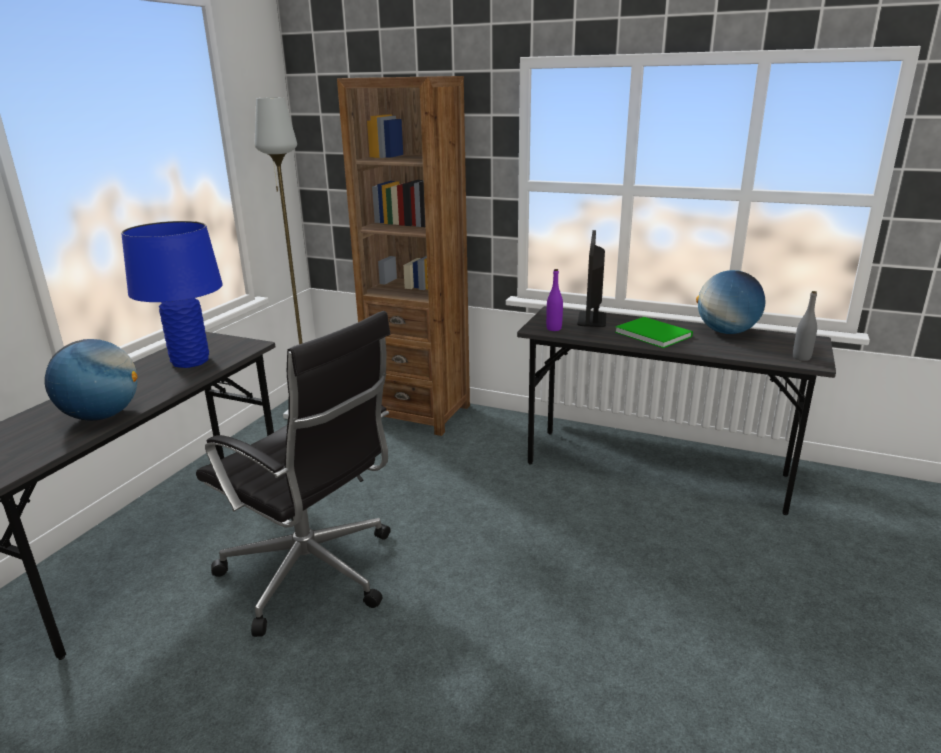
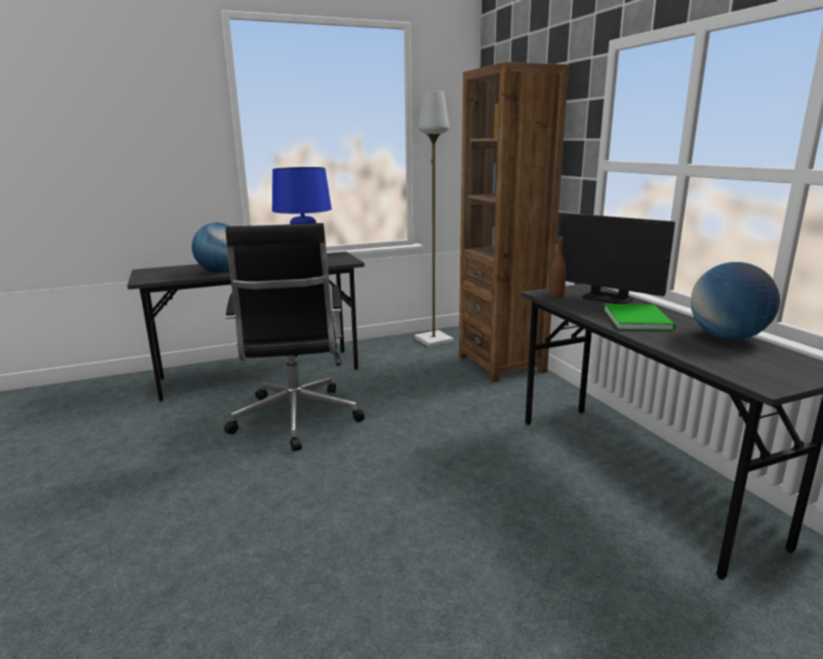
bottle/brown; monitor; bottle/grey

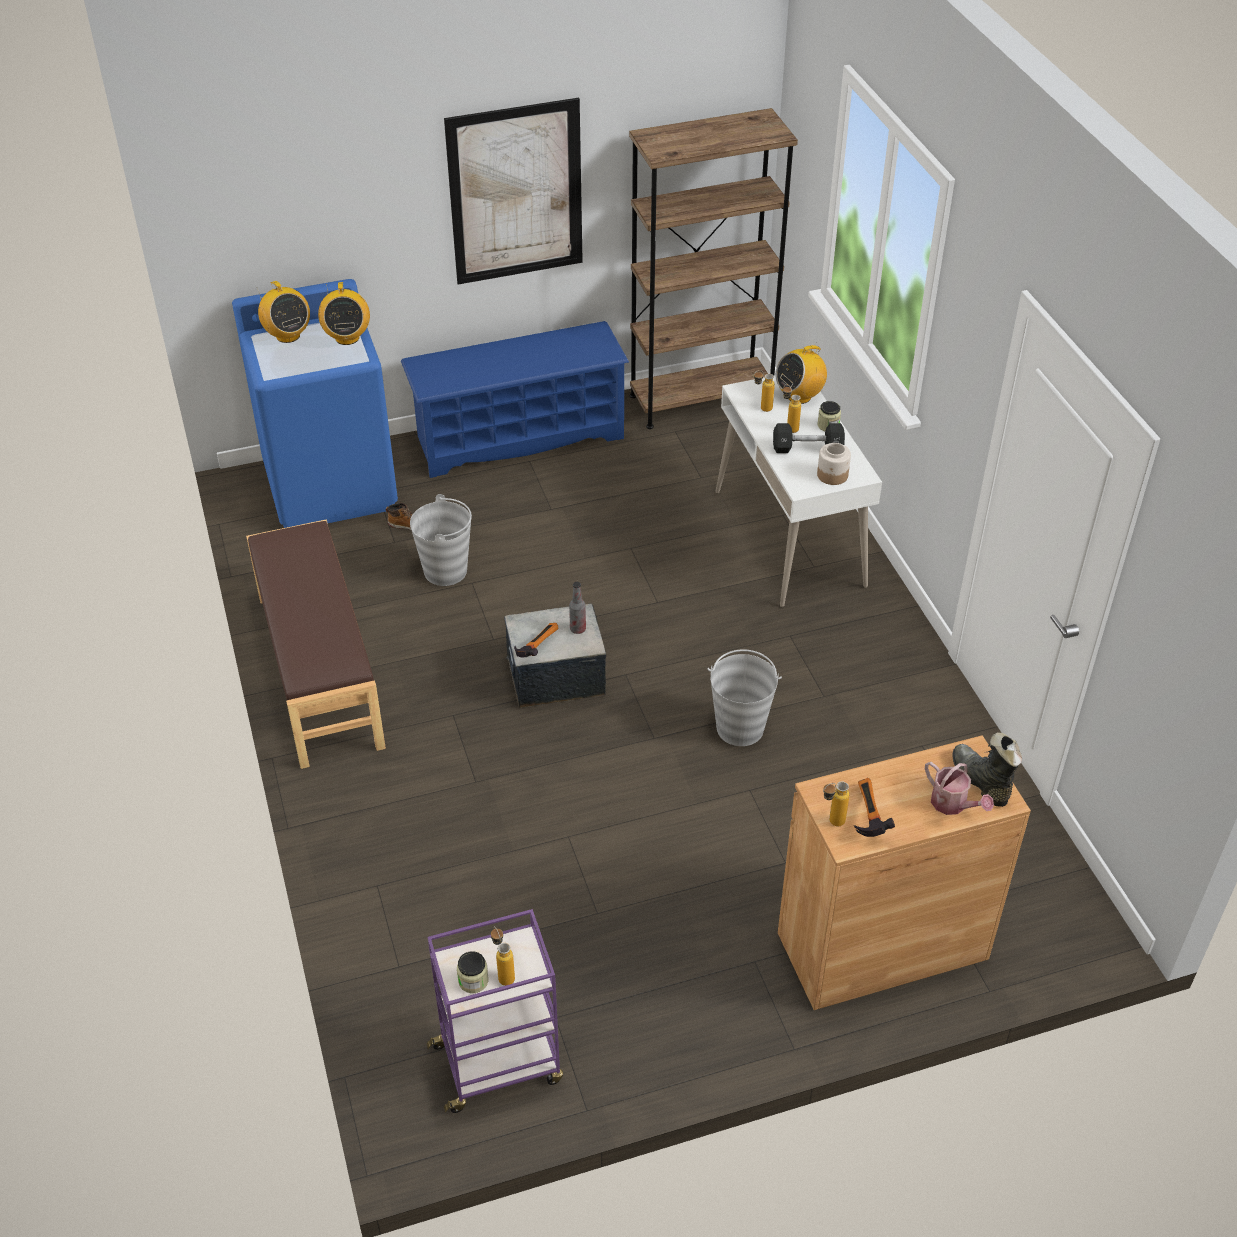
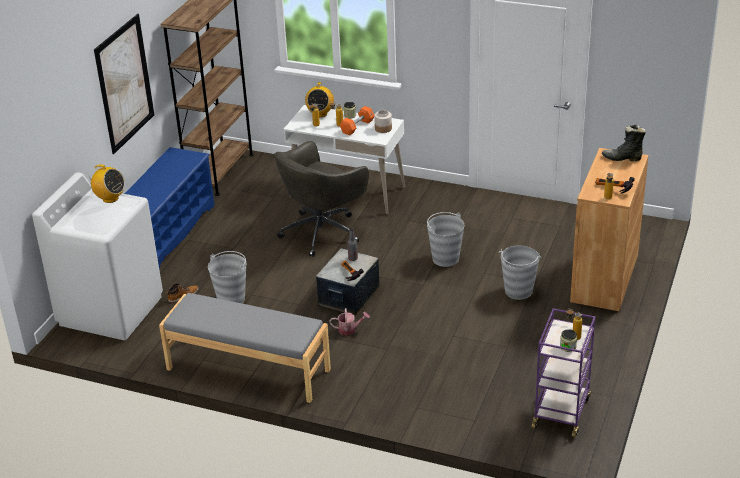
washing machine/white; bench/grey; office chair/grey; watering can; dumbbell/orange; bucket/grey (no. 3 from left); radio (no. 1 from left in the first image)

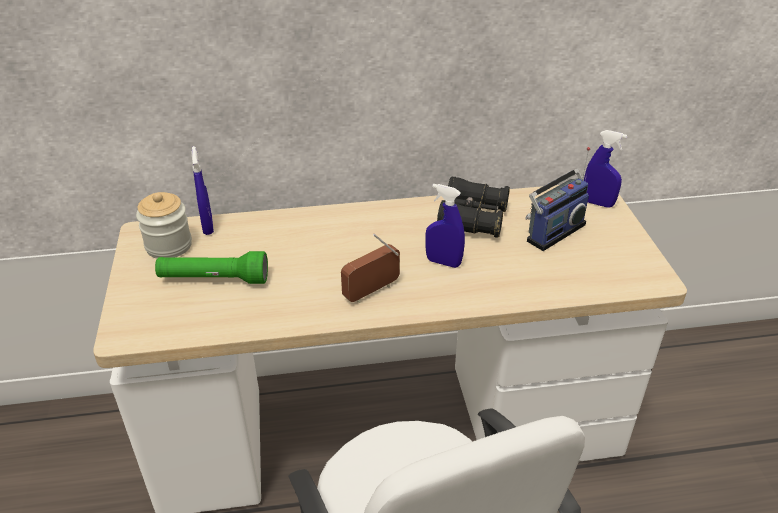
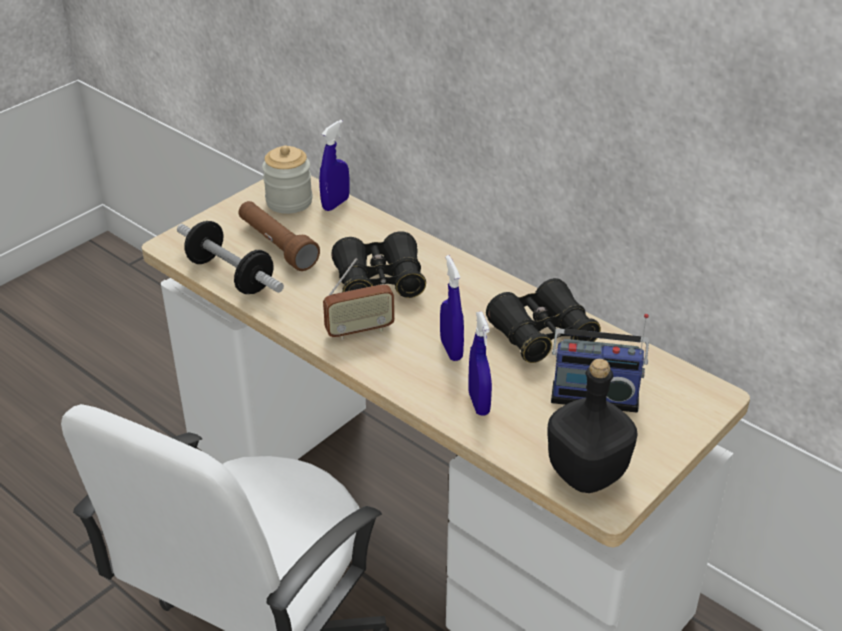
dumbbell; flashlight/brown; radio (no. 1 from left); binoculars/black (no. 1 from left); spray bottle/blue (no. 3 from left); bottle/black

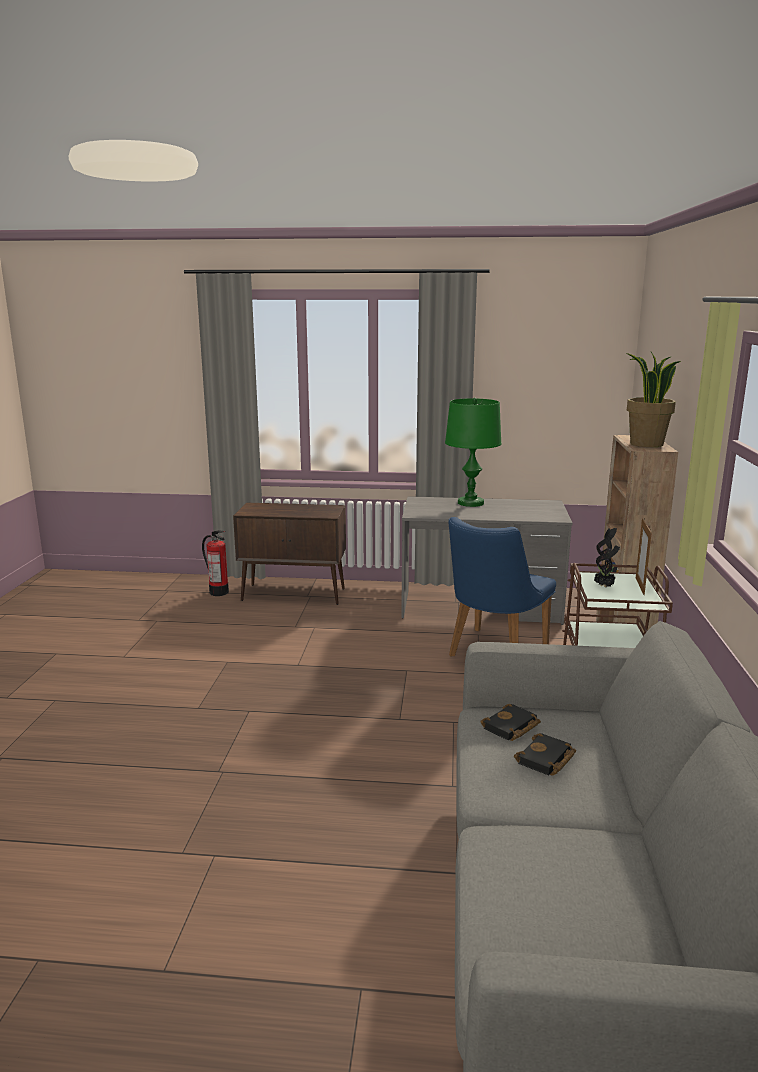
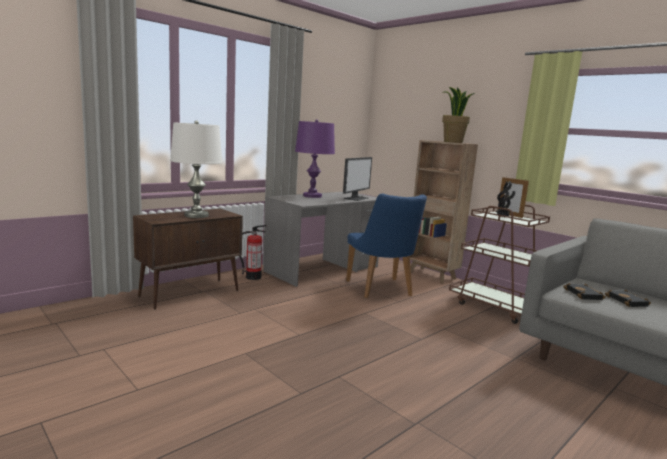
table lamp/white; fire extinguisher; table lamp/purple; monitor

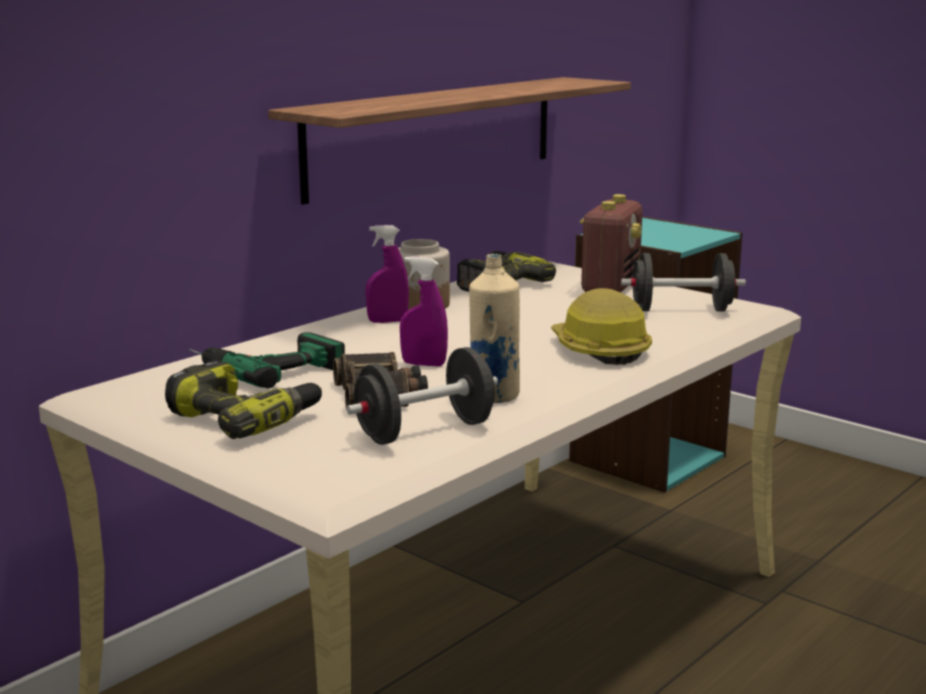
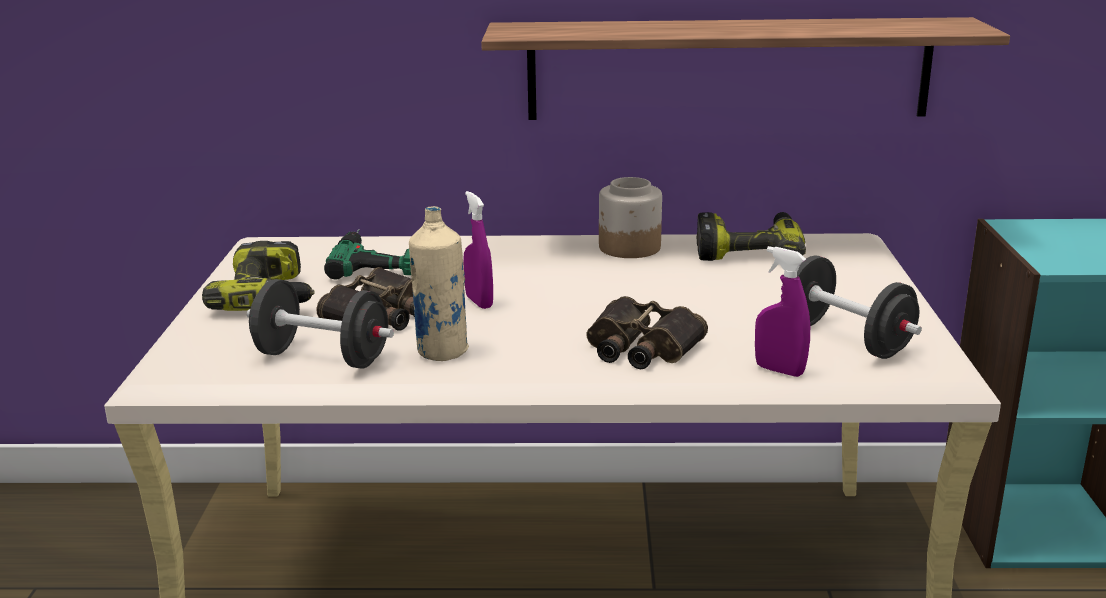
binoculars (no. 2 from left); spray bottle/purple (no. 2 from left); radio

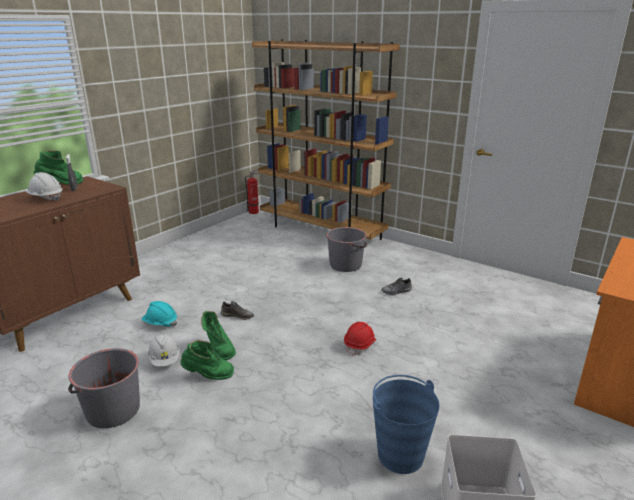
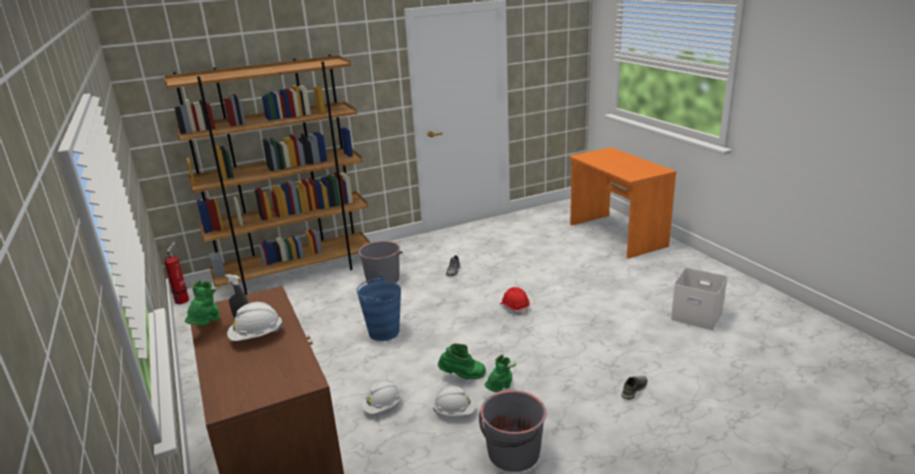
bucket/blue; hard hat/white (no. 2 from left); shoe/grey (no. 2 from left)

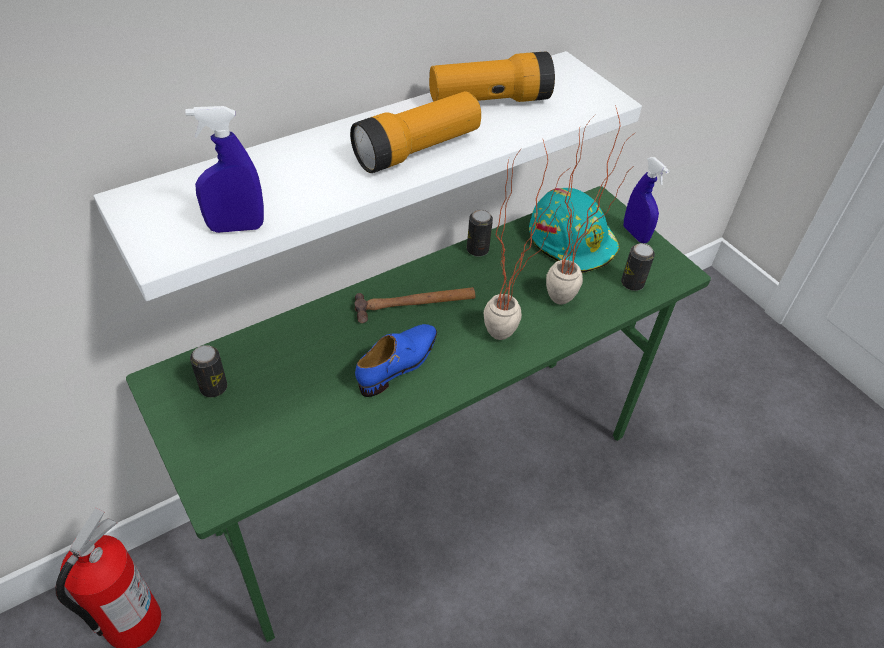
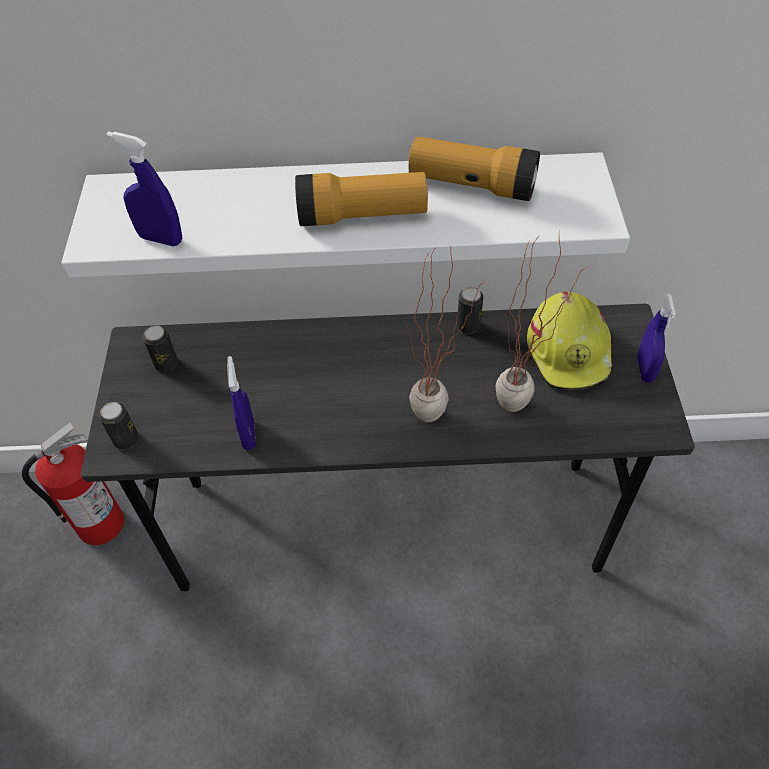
desk/grey; can (no. 1 from left); spray bottle/blue (no. 2 from left); hard hat/yellow; hammer; shoe/blue

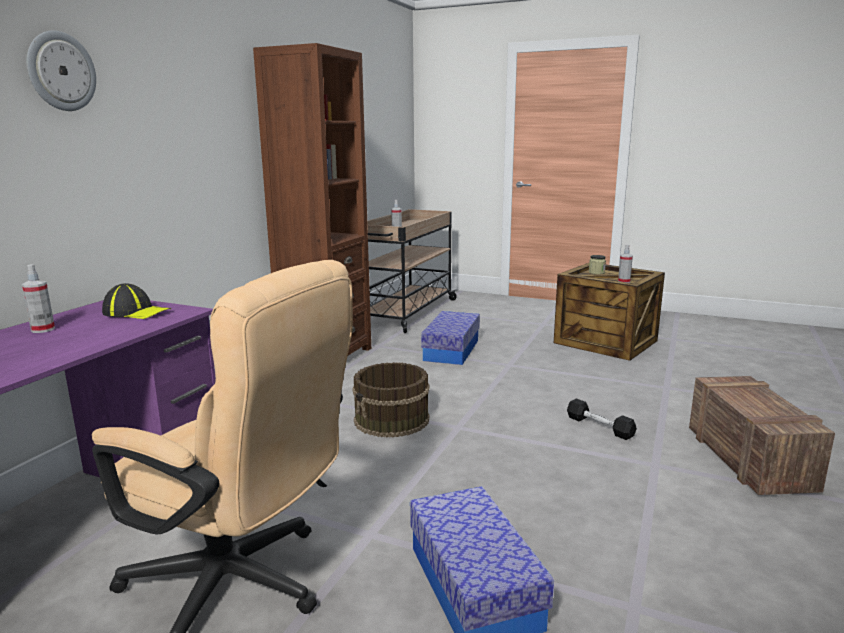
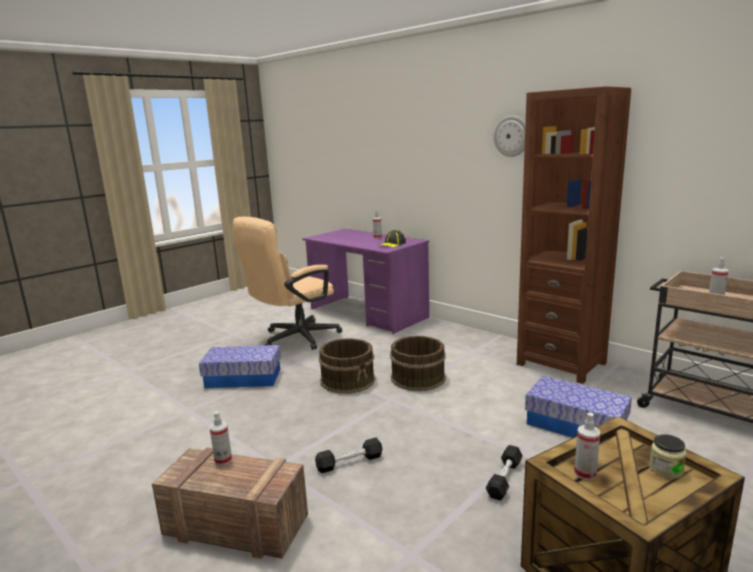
spray bottle (no. 1 from left); bucket/brown (no. 1 from left); dumbbell/black (no. 2 from left); wall clock

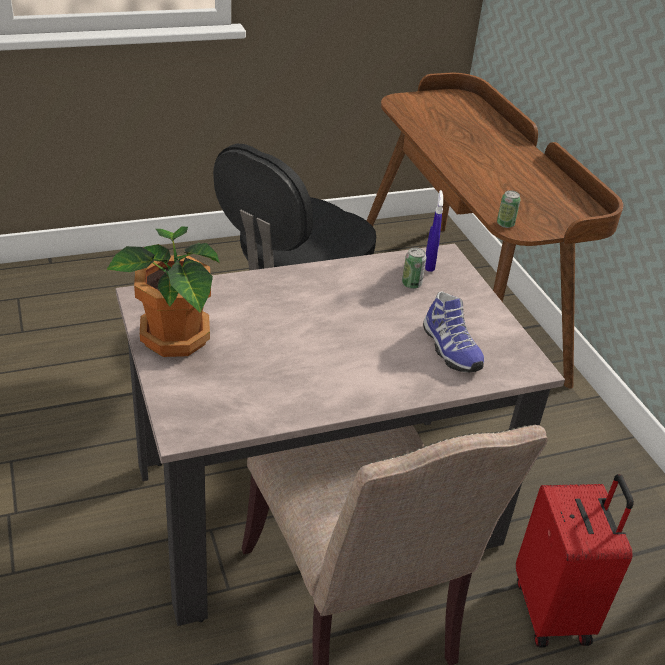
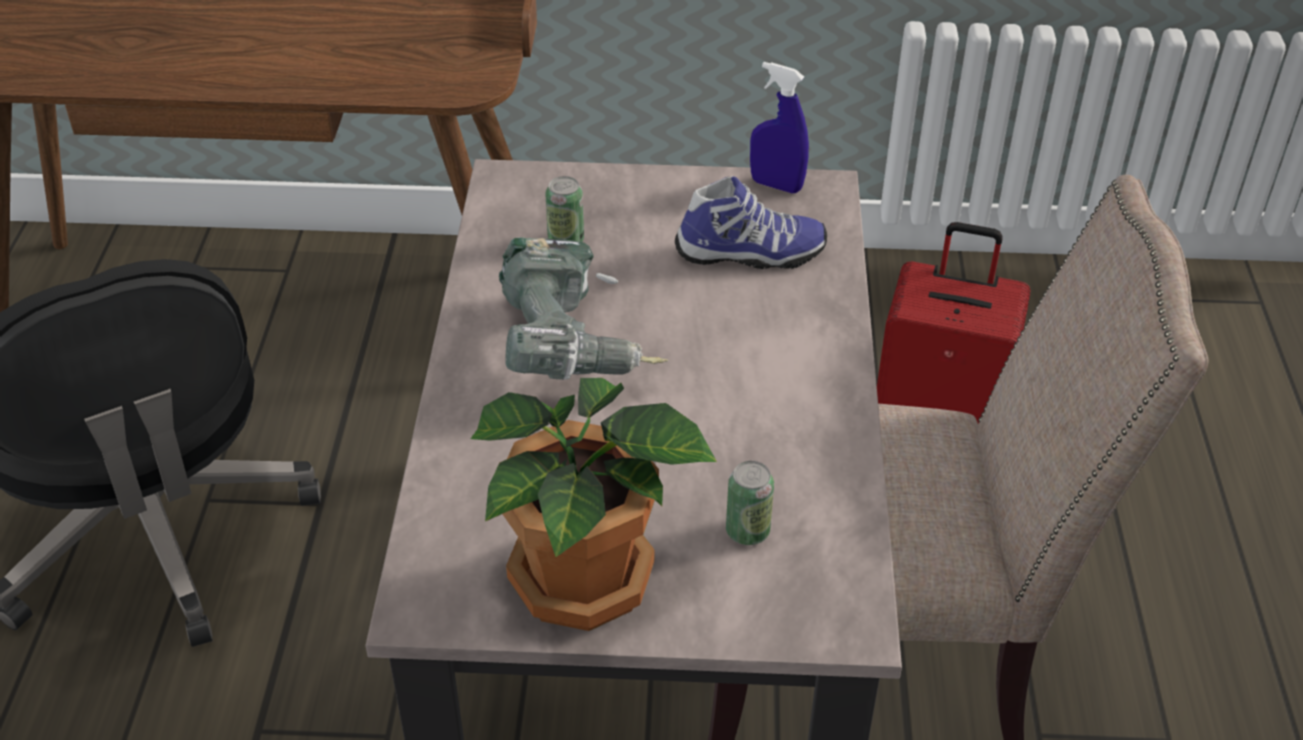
power drill; can (no. 2 from left); spray bottle/blue

